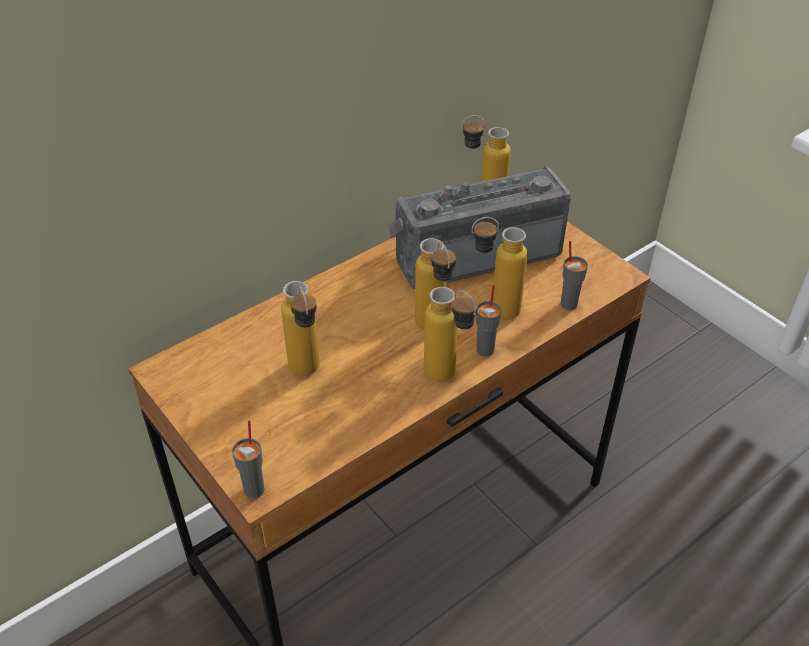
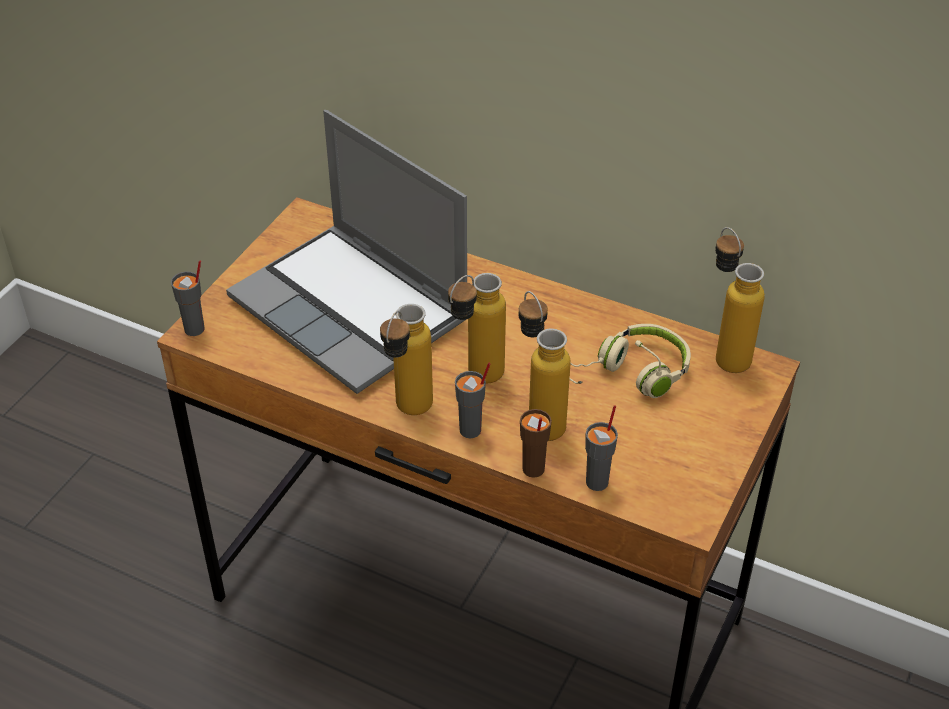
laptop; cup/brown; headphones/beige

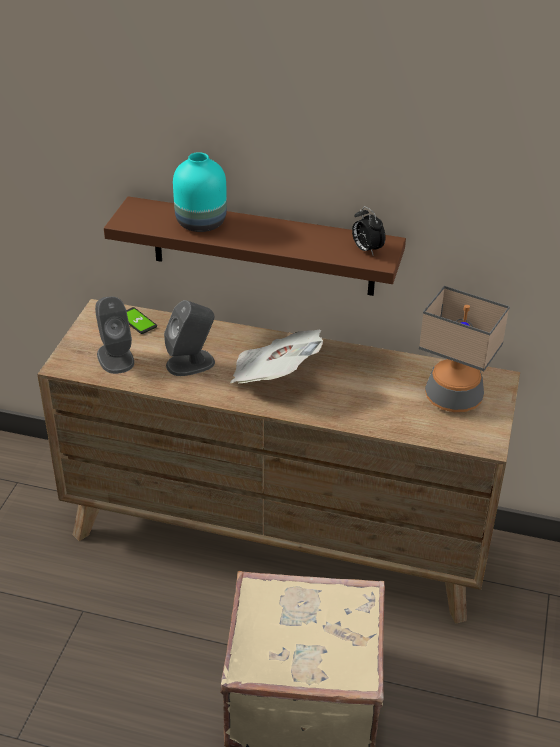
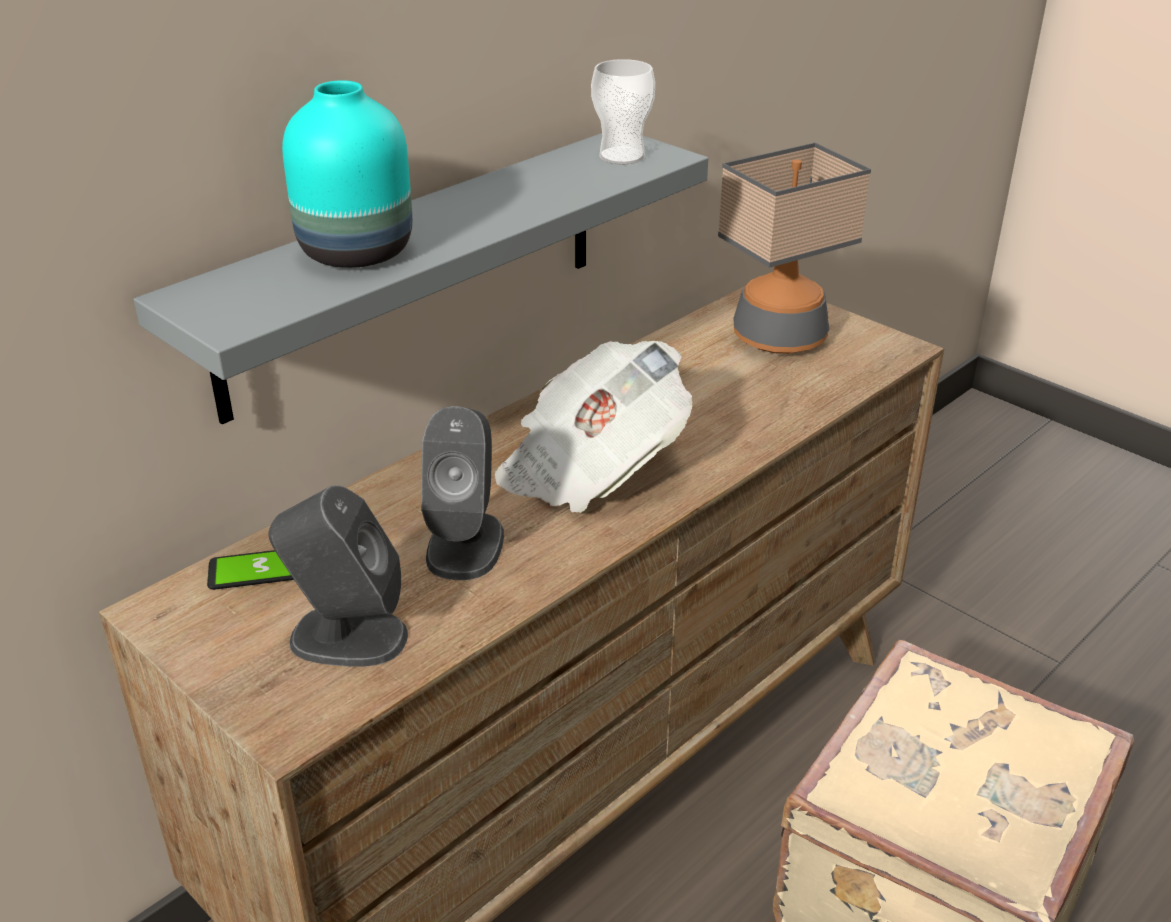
shelf/grey; cup

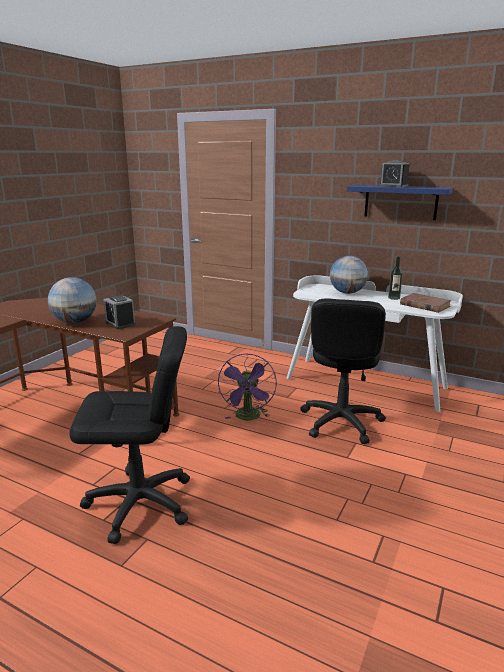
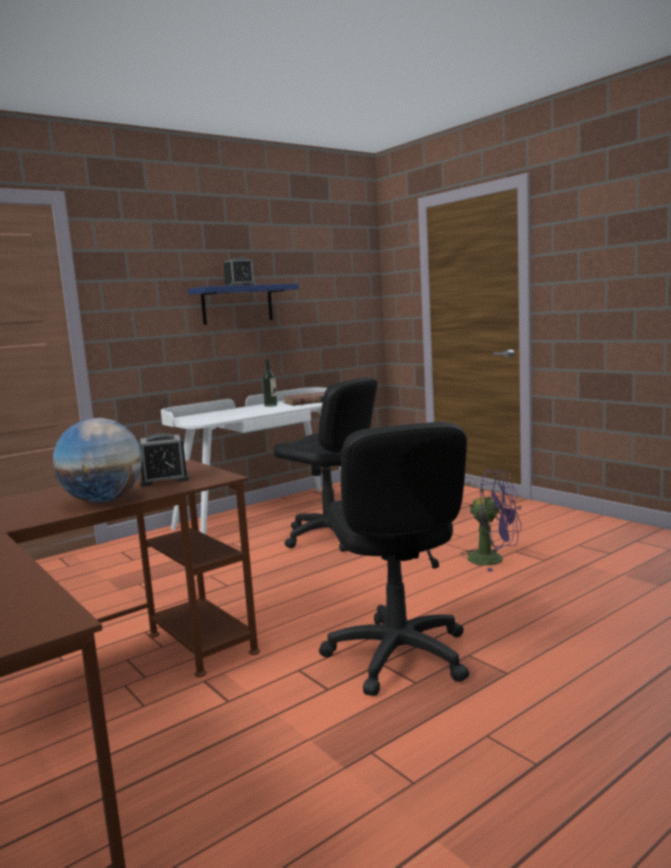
office chair/black (no. 2 from left); fan/purple; globe (no. 2 from left in the first image)

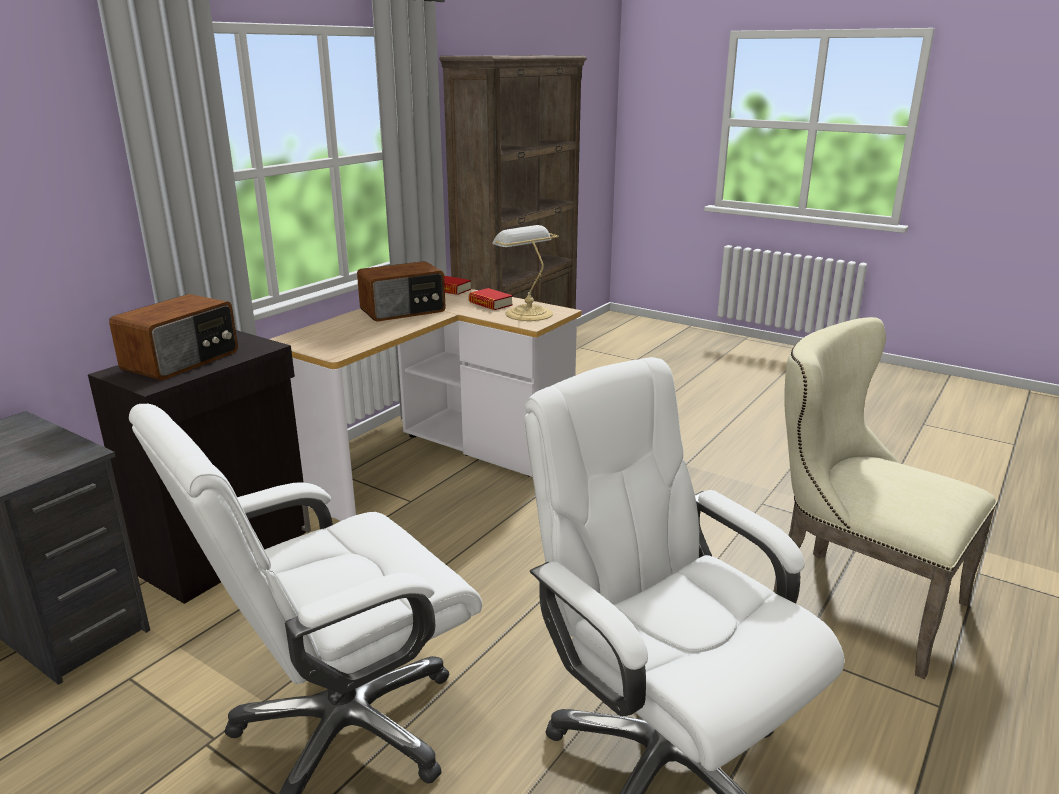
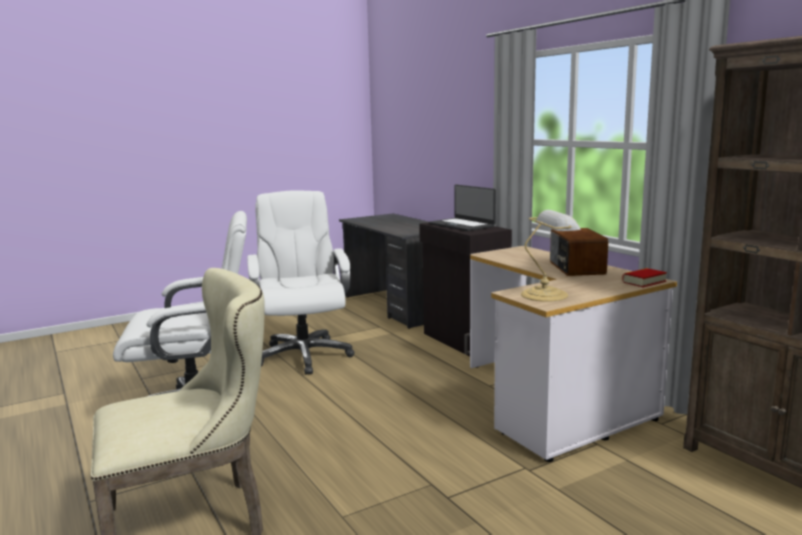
laptop; book (no. 2 from left in the first image)

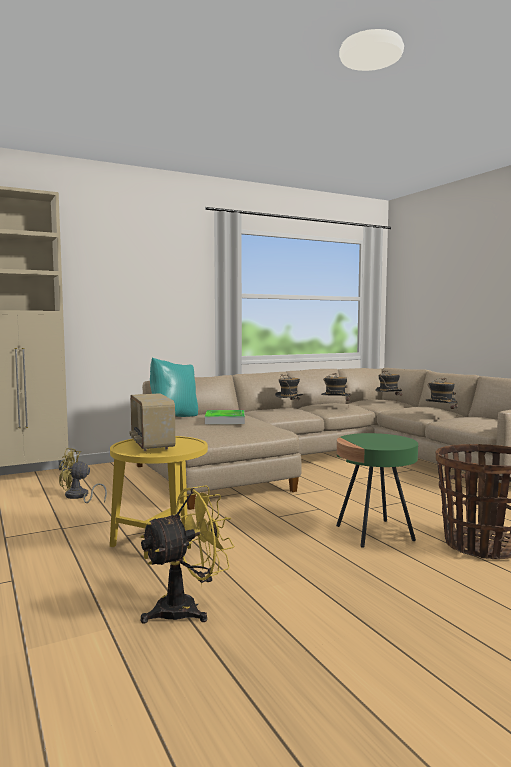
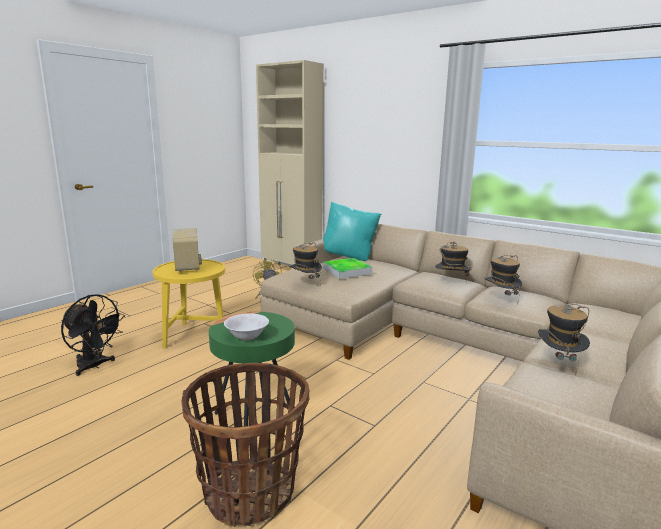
fan/black; radio; bowl/white; hat (no. 1 from left)

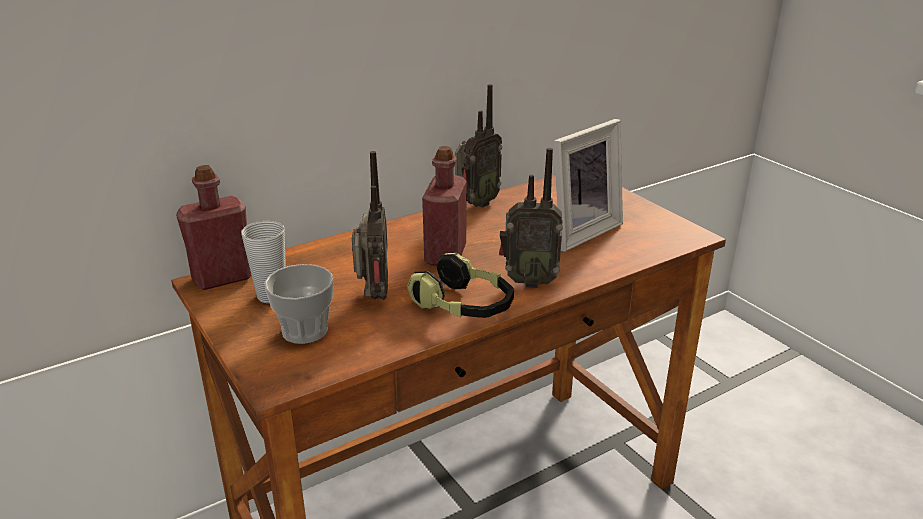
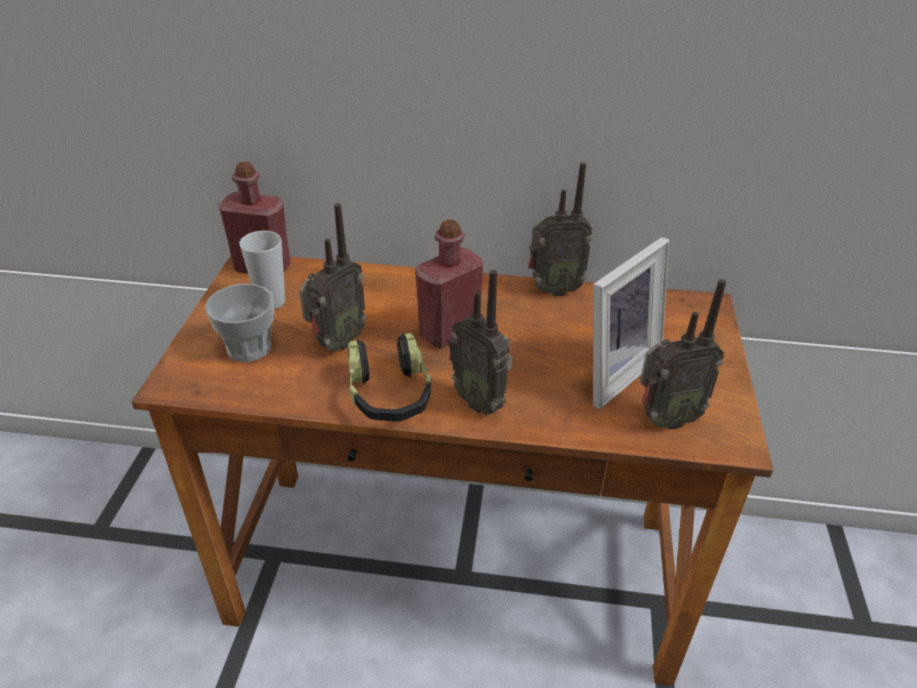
picture frame; radio (no. 4 from left)

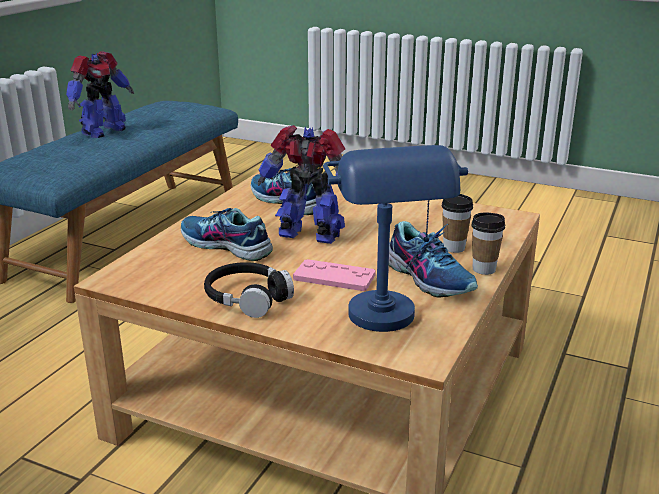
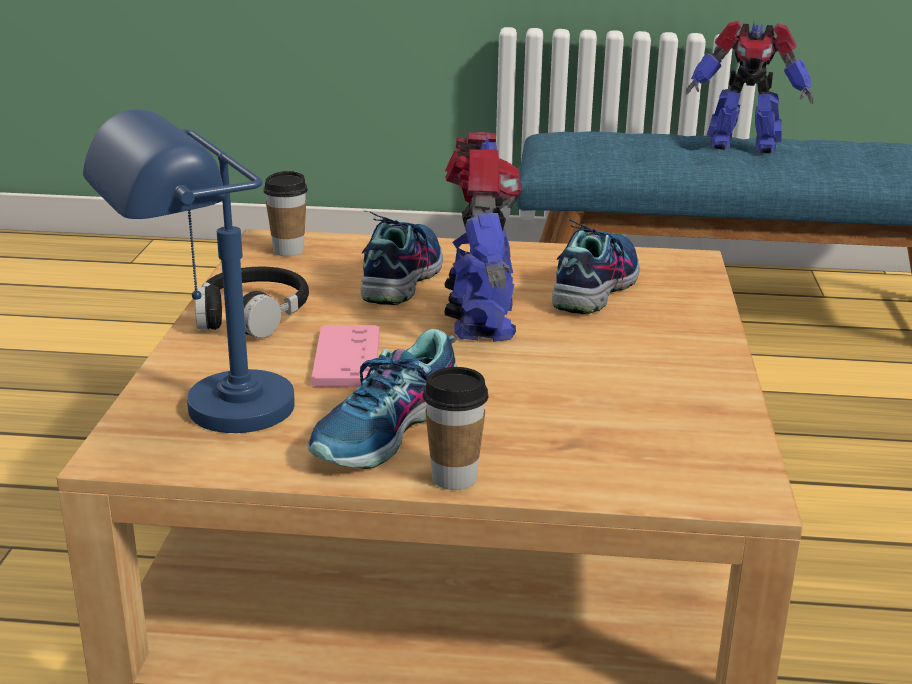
cup (no. 1 from left)

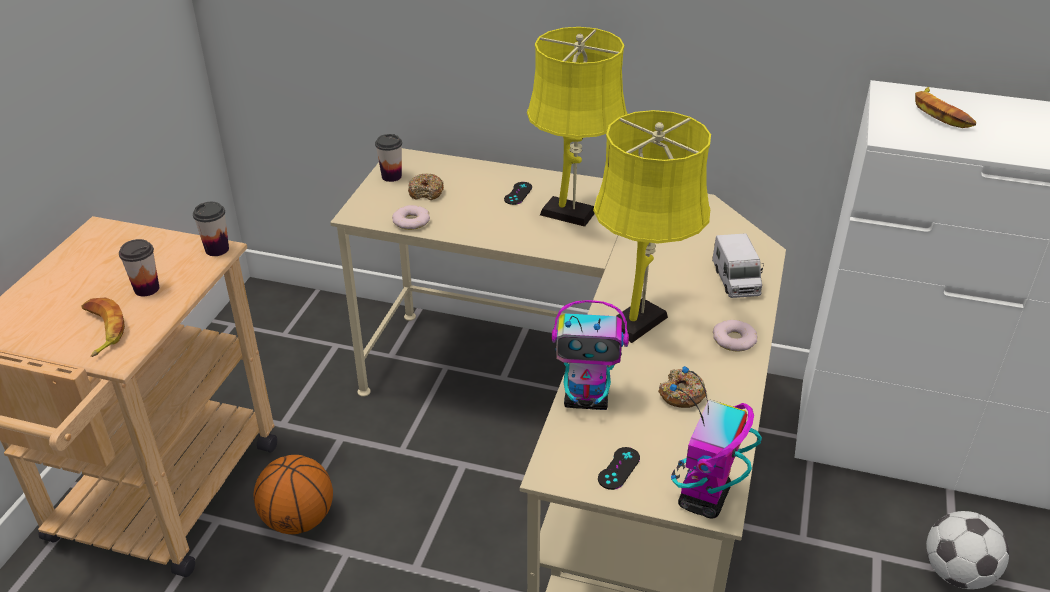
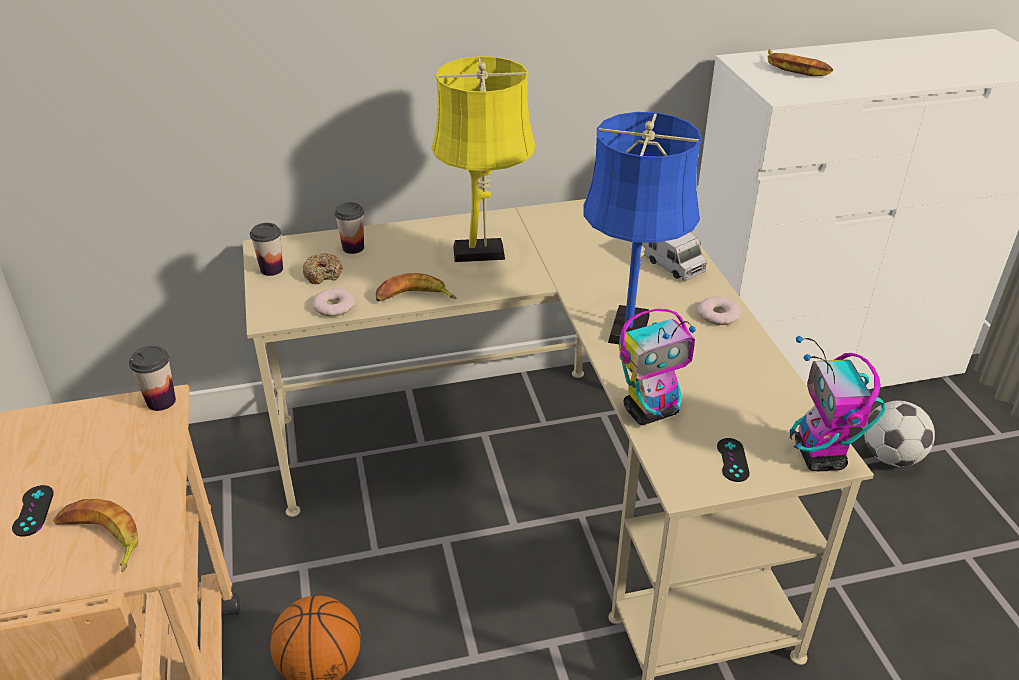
game controller/black (no. 1 from left); cup (no. 3 from left); banana (no. 2 from left); table lamp/blue; donut (no. 3 from left in the first image)

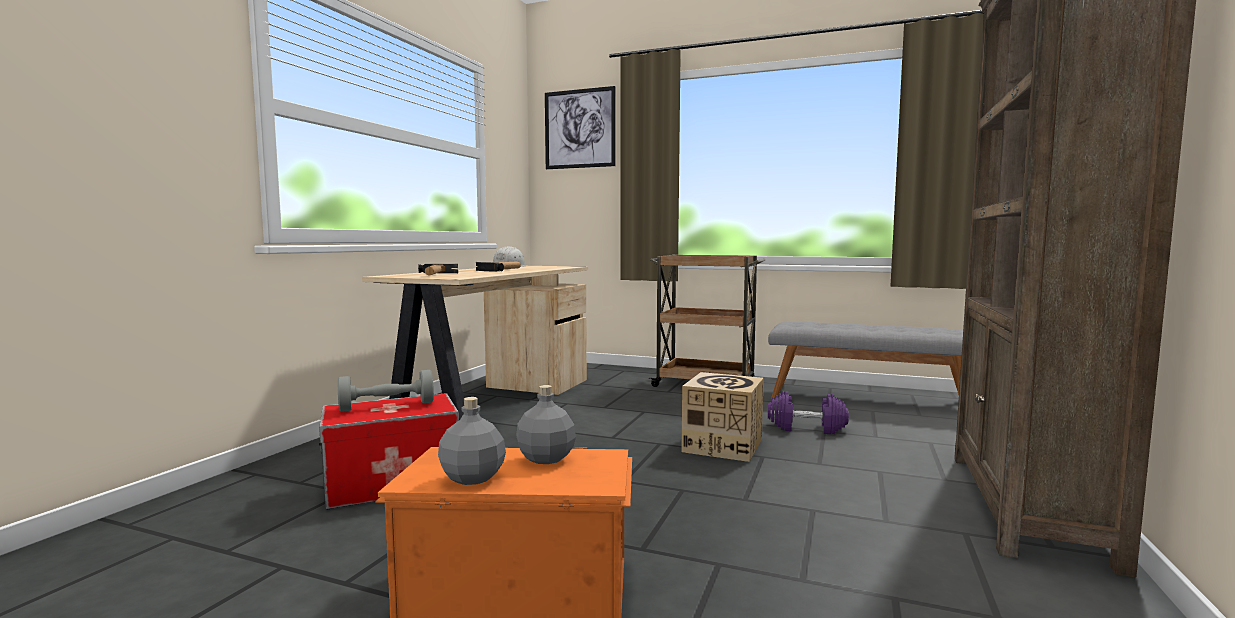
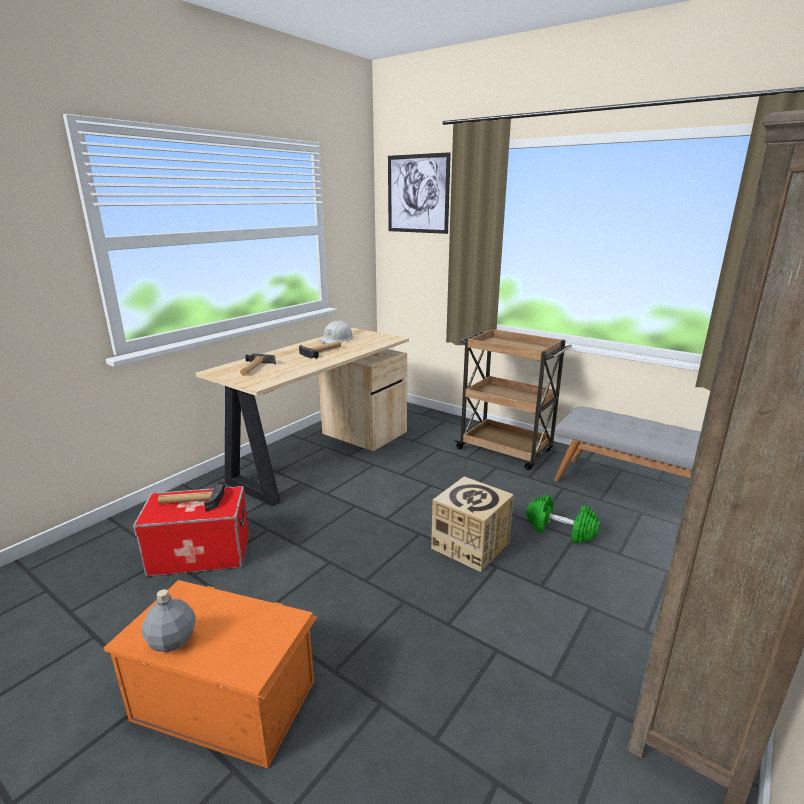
hammer (no. 1 from left); dumbbell/green; bottle/grey (no. 2 from left in the first image)

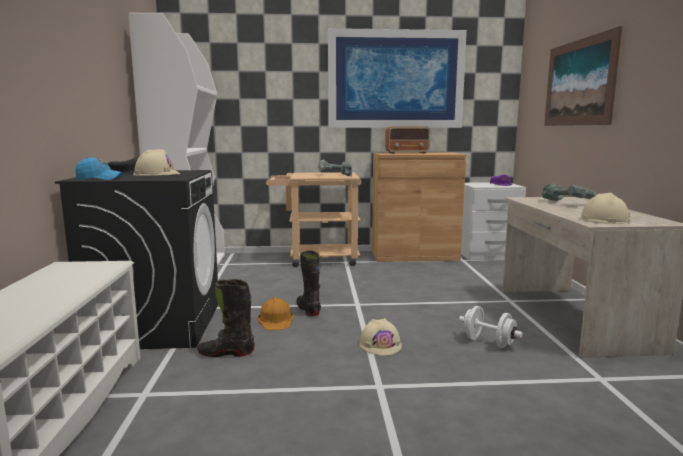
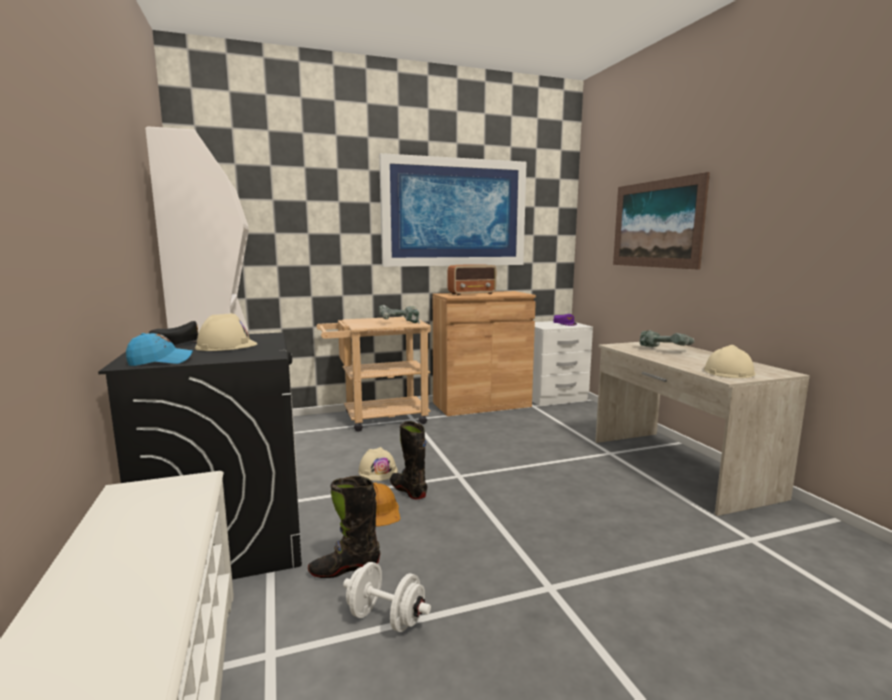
dumbbell/white; hard hat/beige (no. 2 from left)

